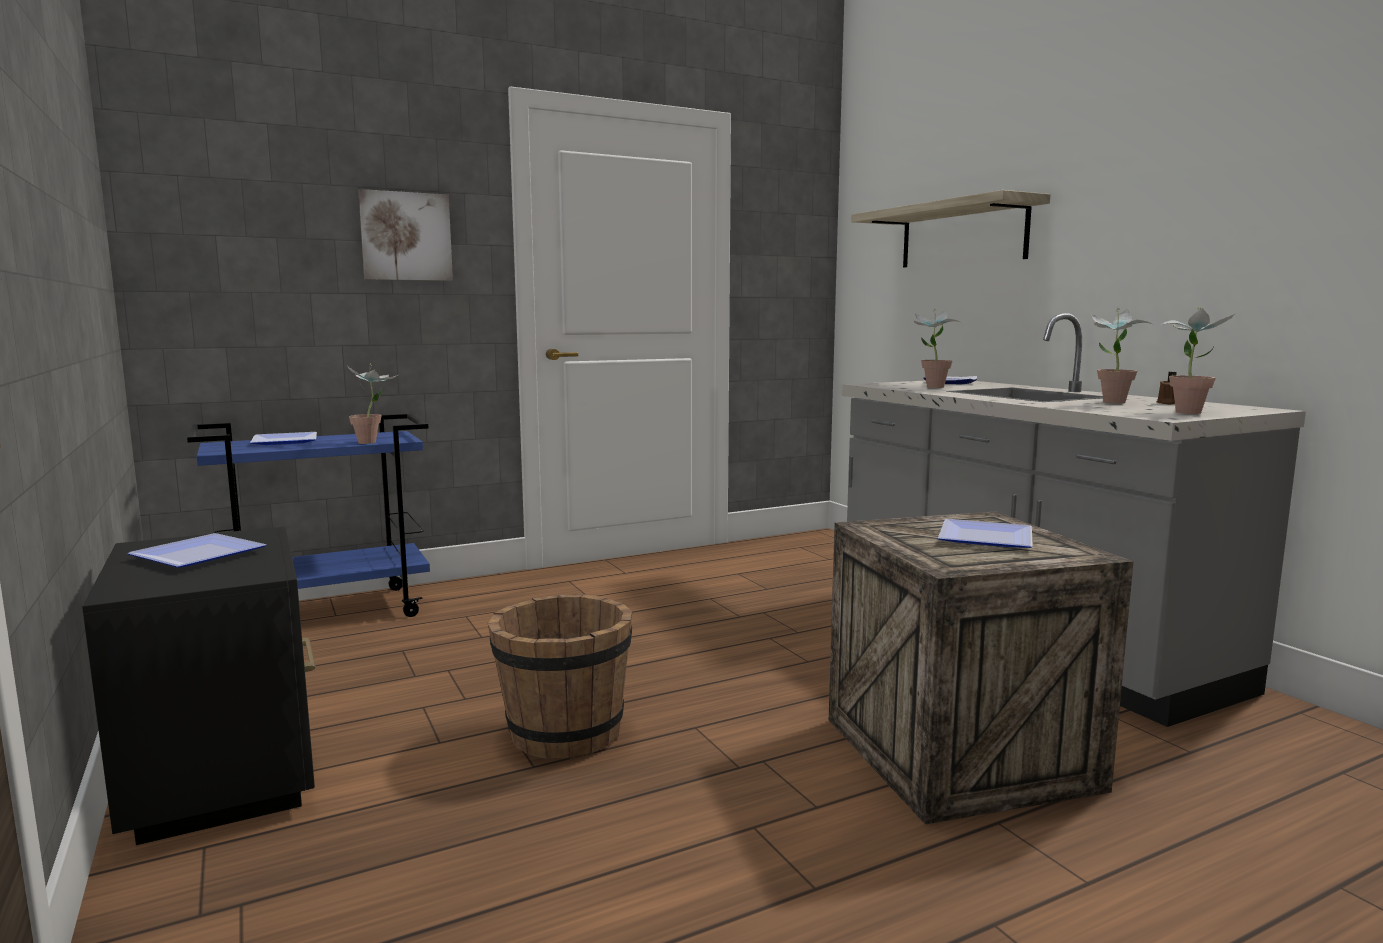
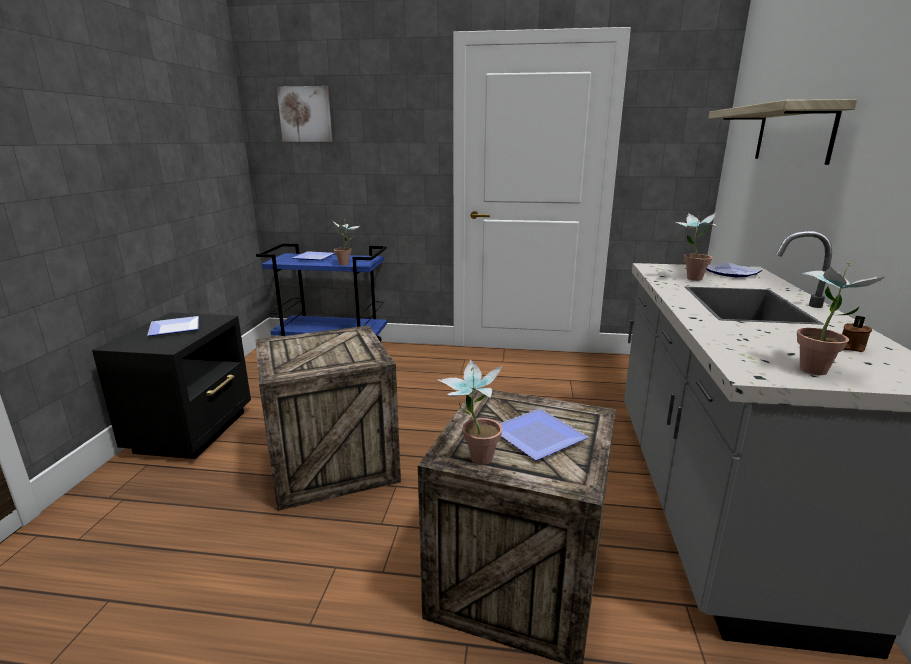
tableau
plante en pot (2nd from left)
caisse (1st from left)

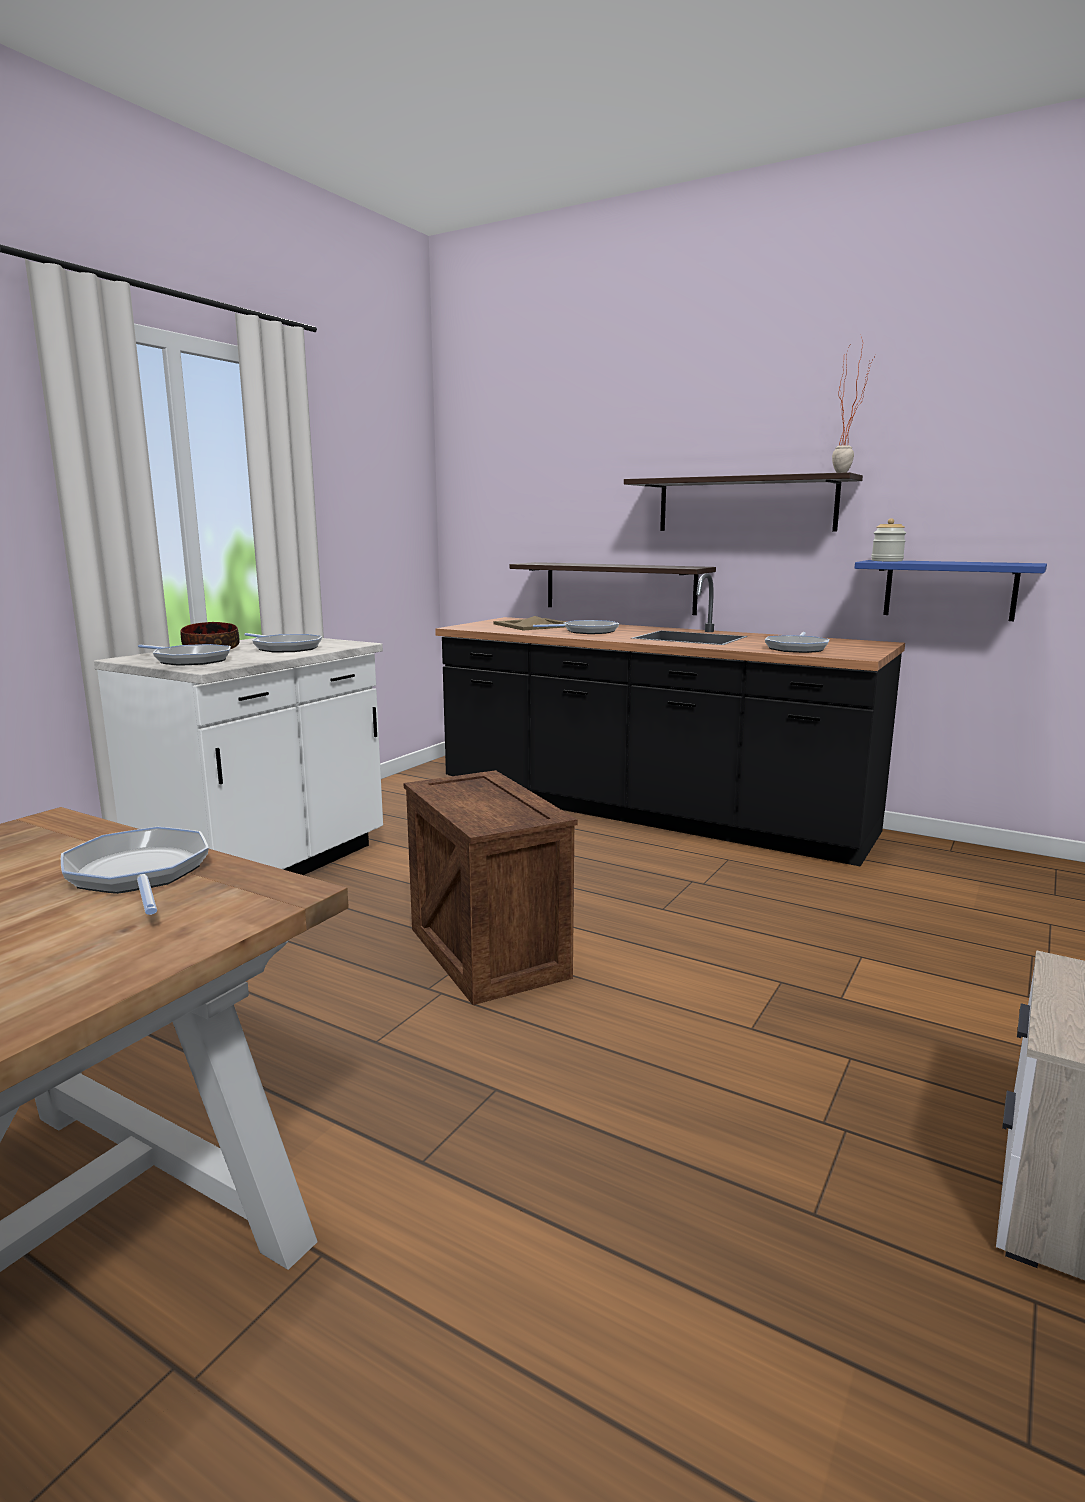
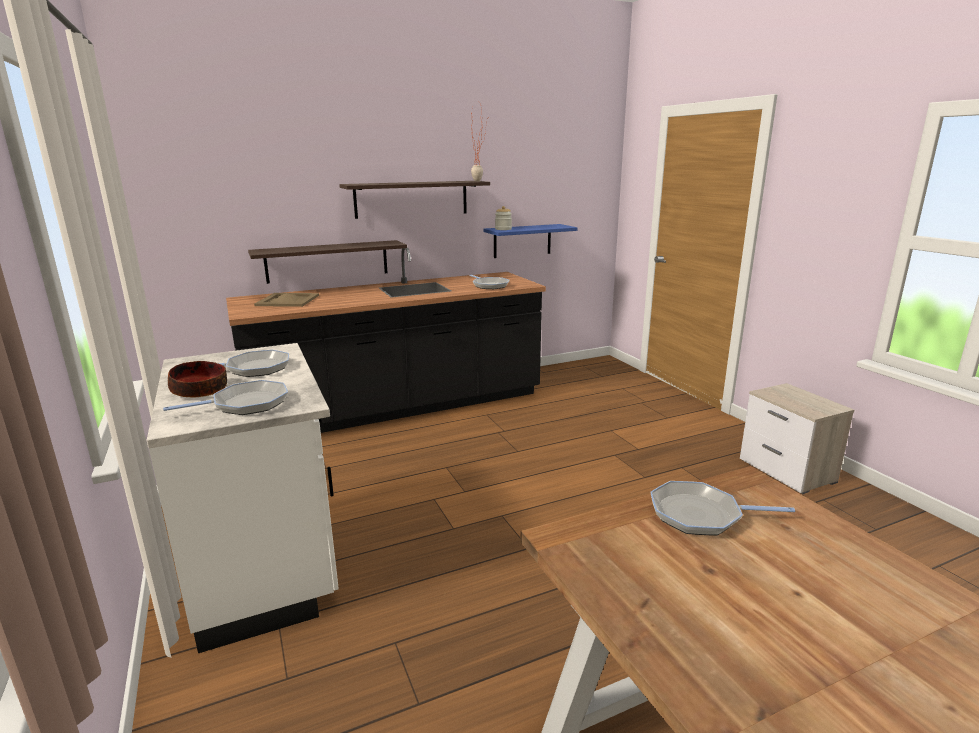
poêle (4th from left in the first image)
caisse

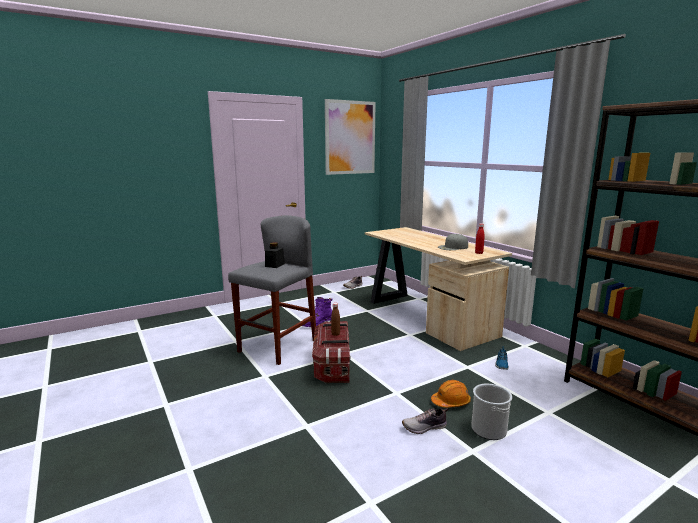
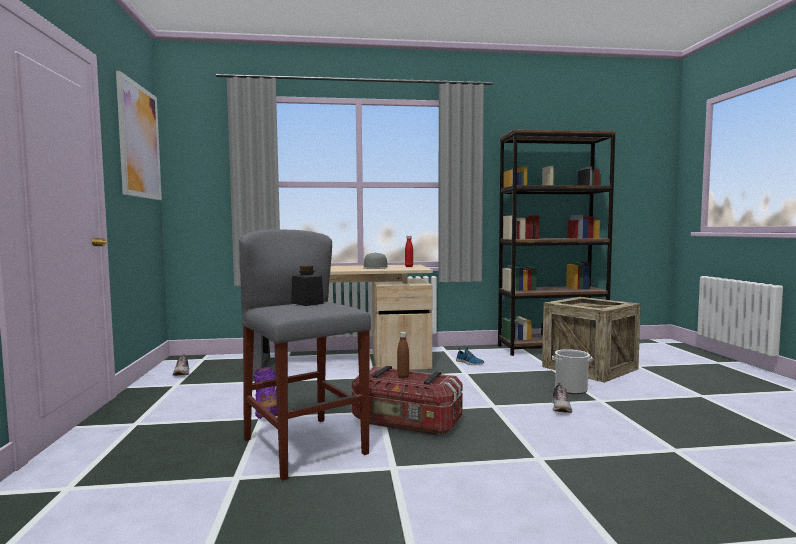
casque de chantier [orange]
caisse

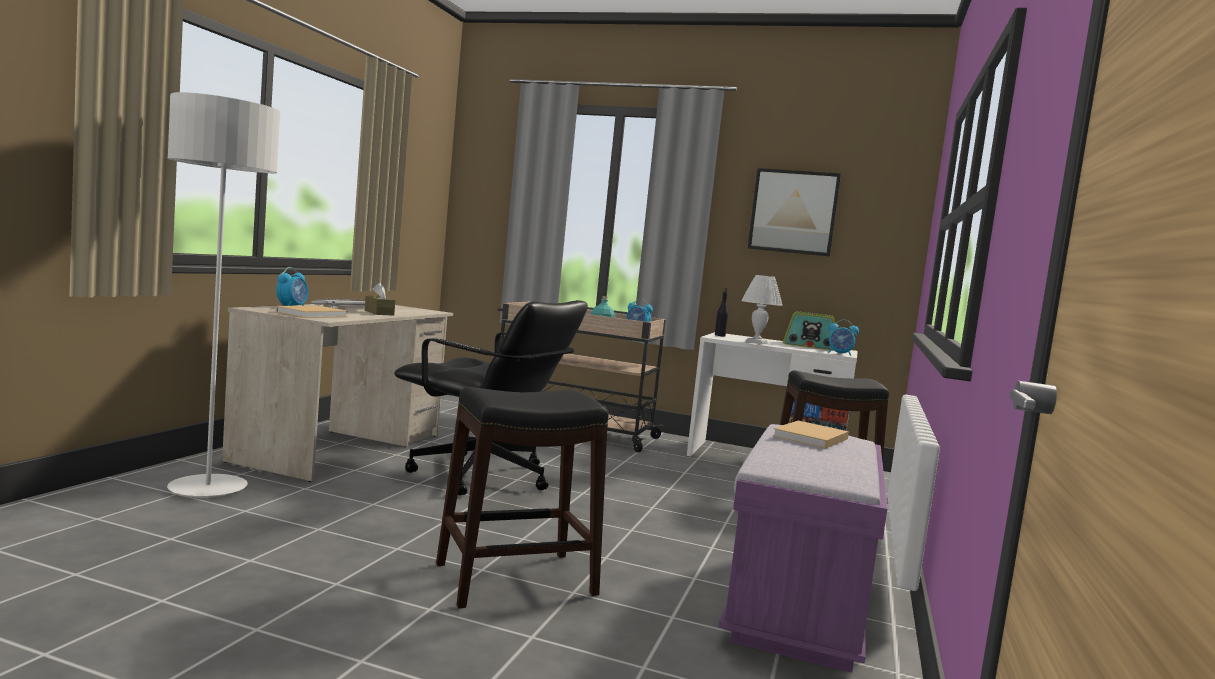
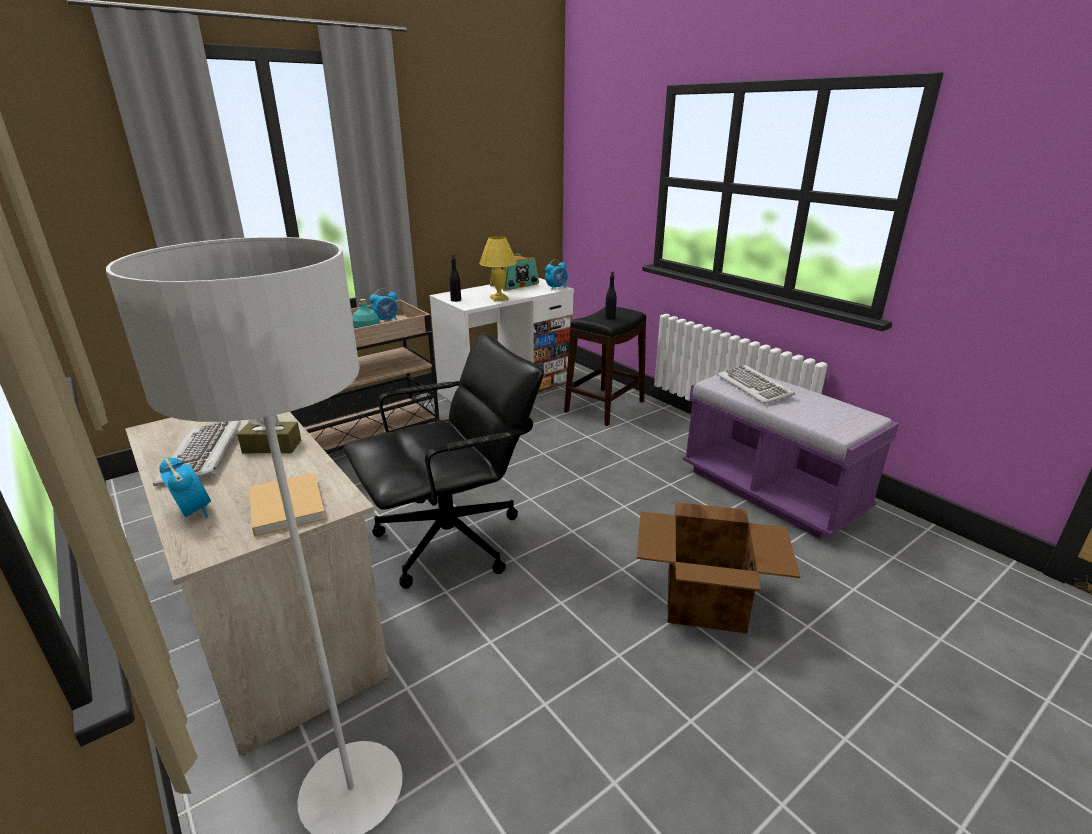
tableau
lampe de table [jaune]
carton
clavier (2nd from left)
bouteille [noir] (2nd from left)

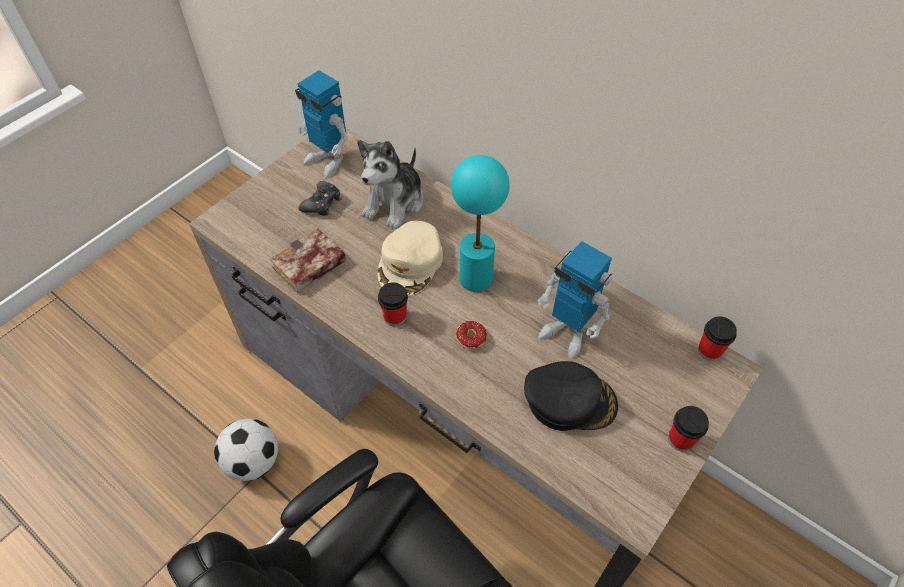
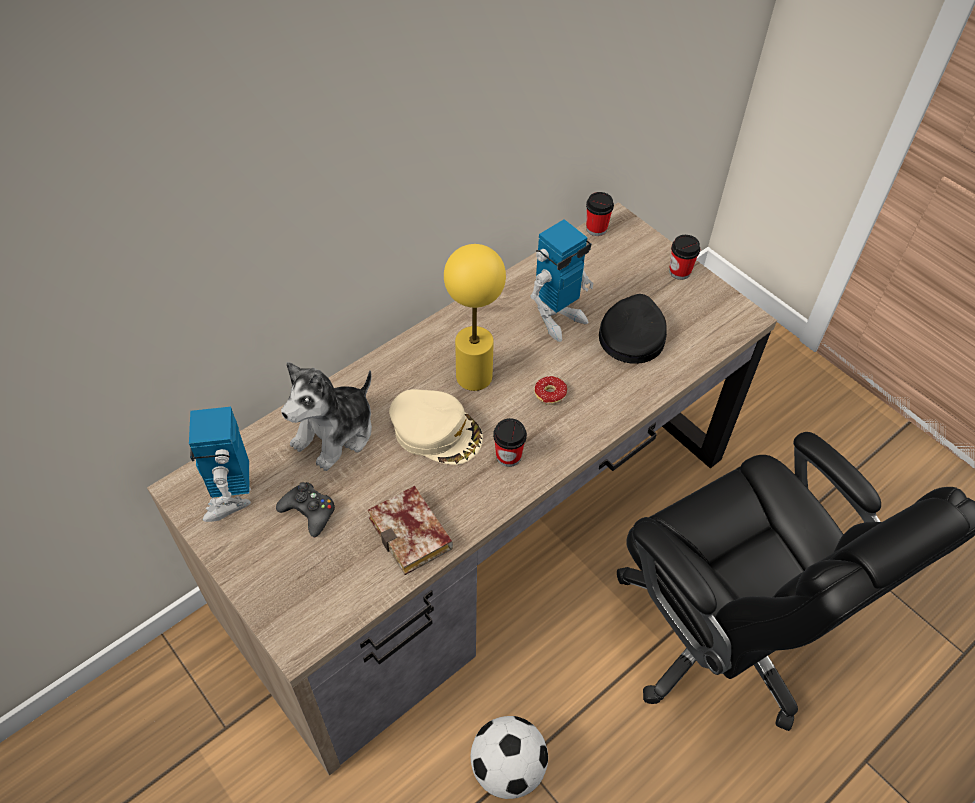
robot jouet (1st from left)
peluche
lampe de table [jaune]

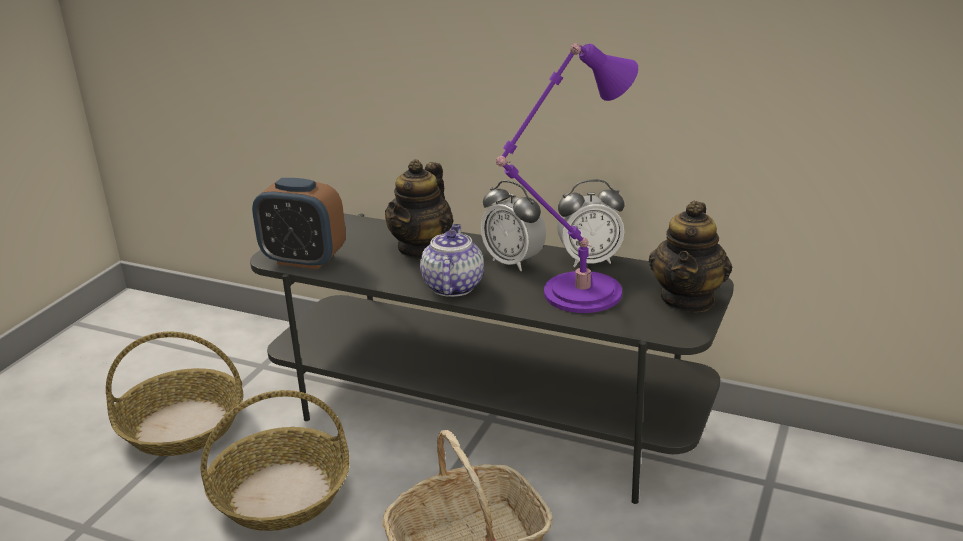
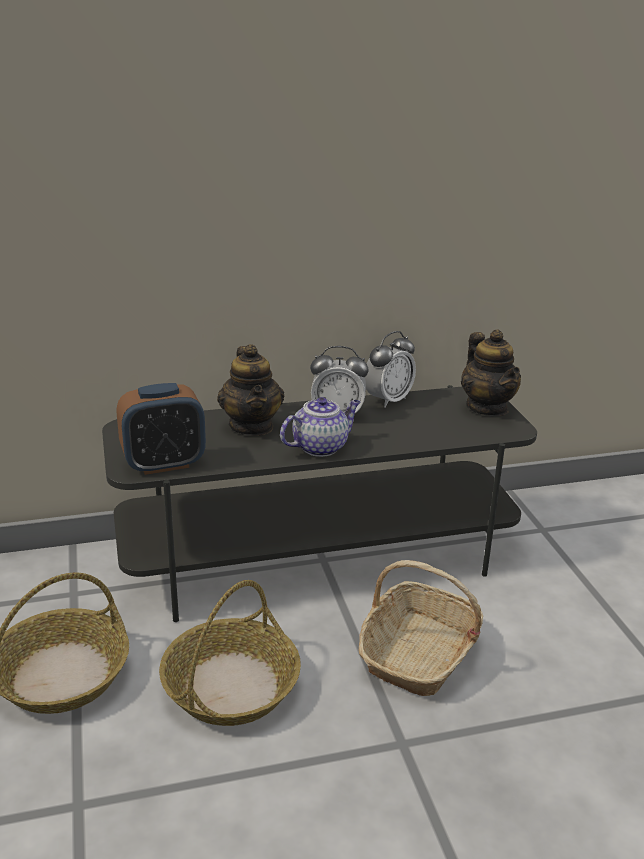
lampe de table [violet]
théière (2nd from left)

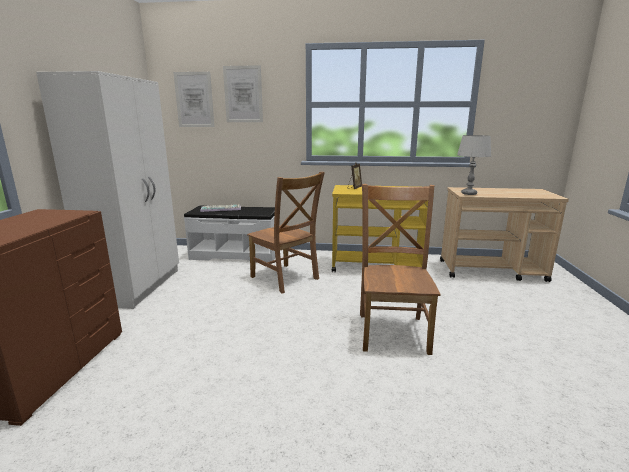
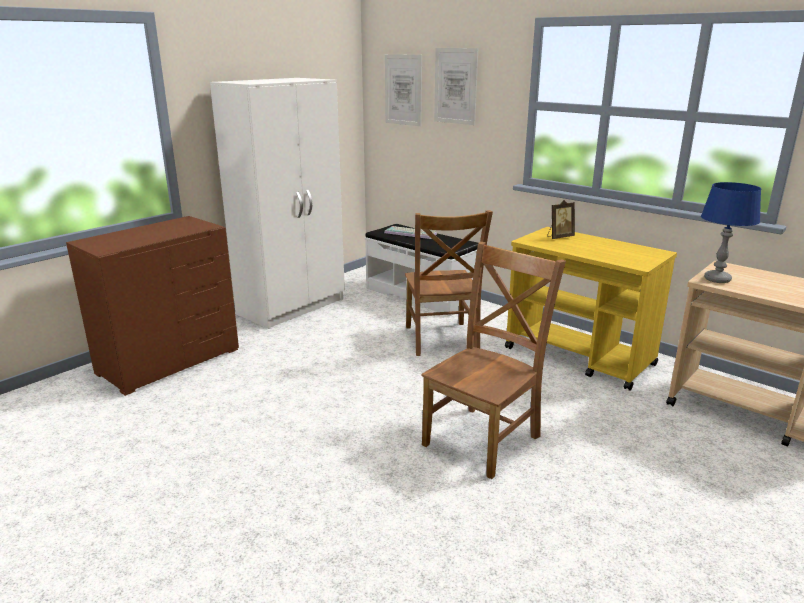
lampe de table [bleu]

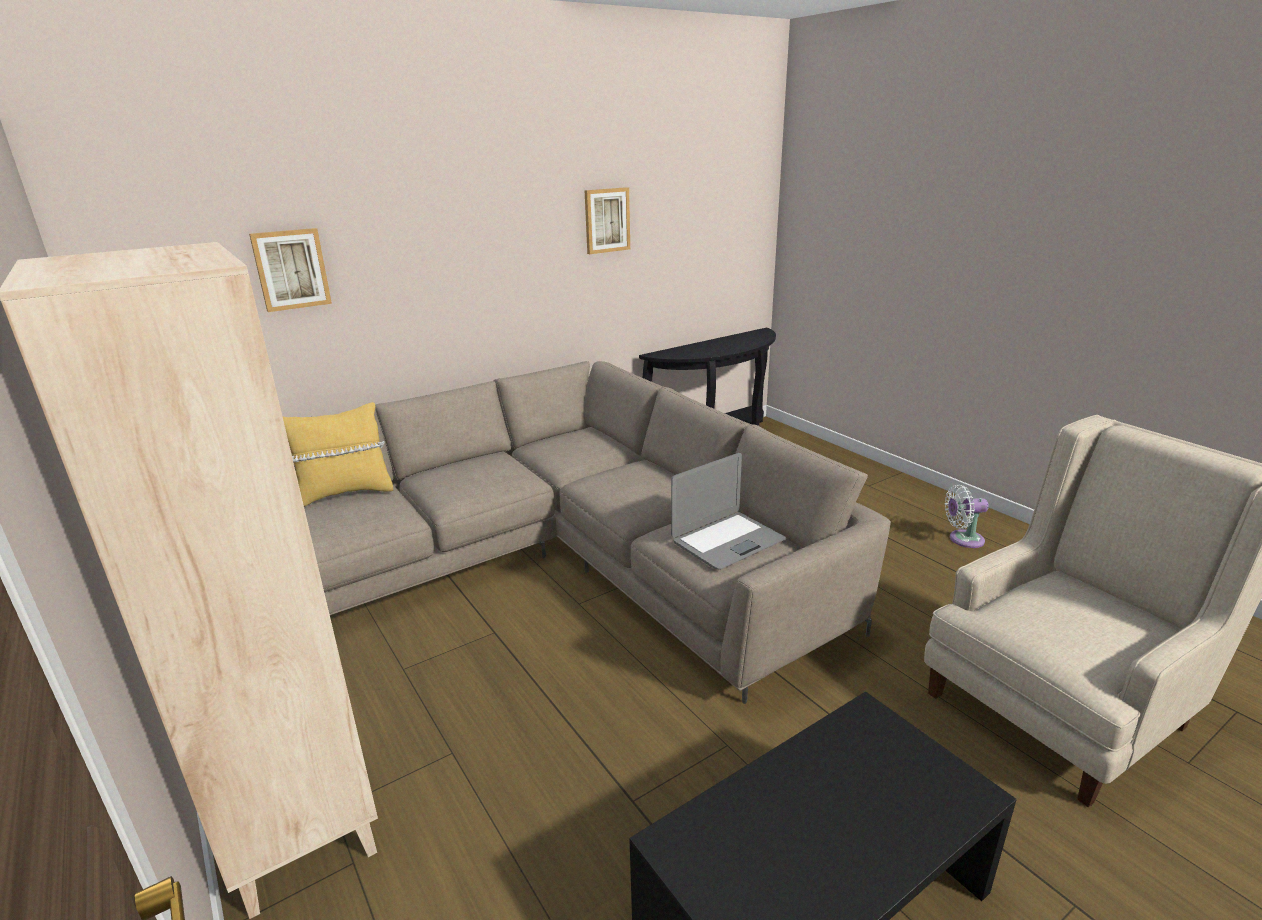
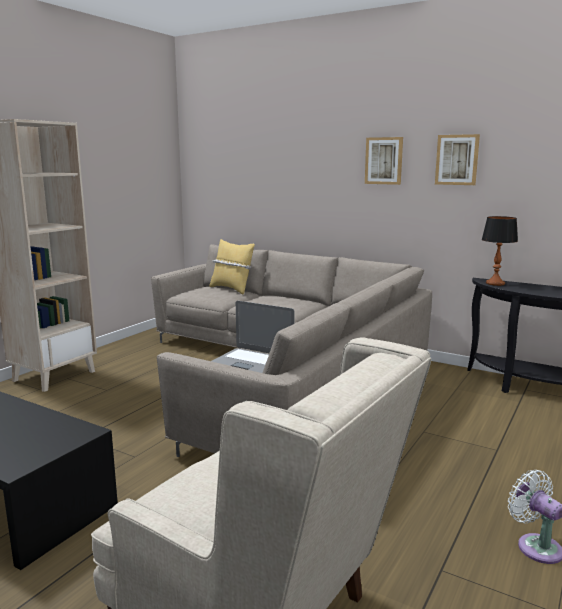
tableau (1st from left)
lampe de table

